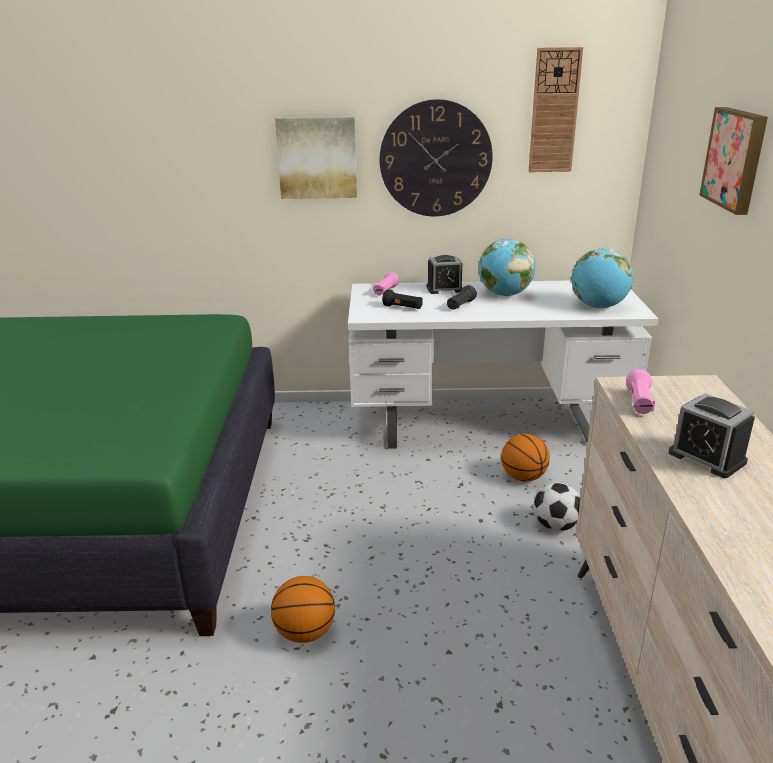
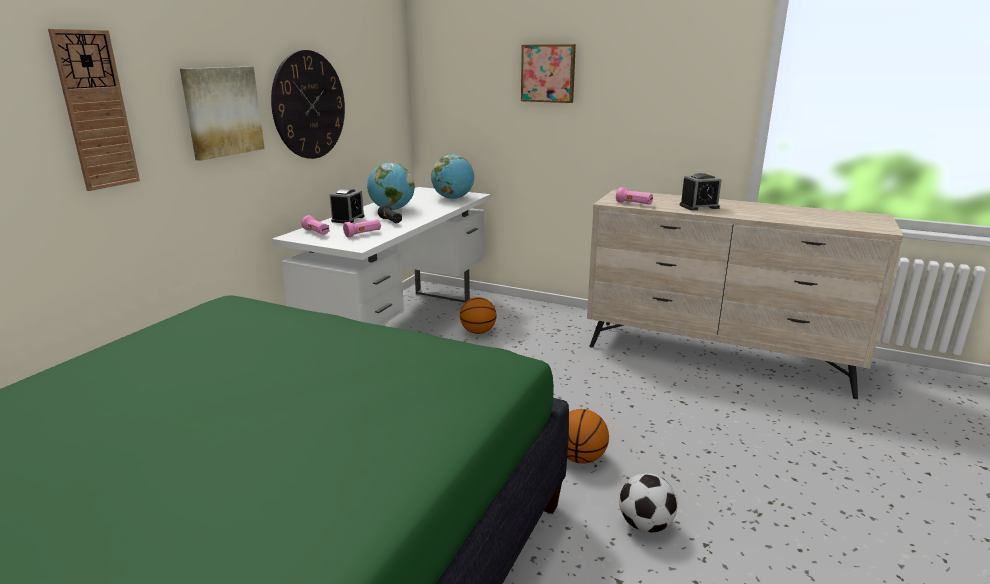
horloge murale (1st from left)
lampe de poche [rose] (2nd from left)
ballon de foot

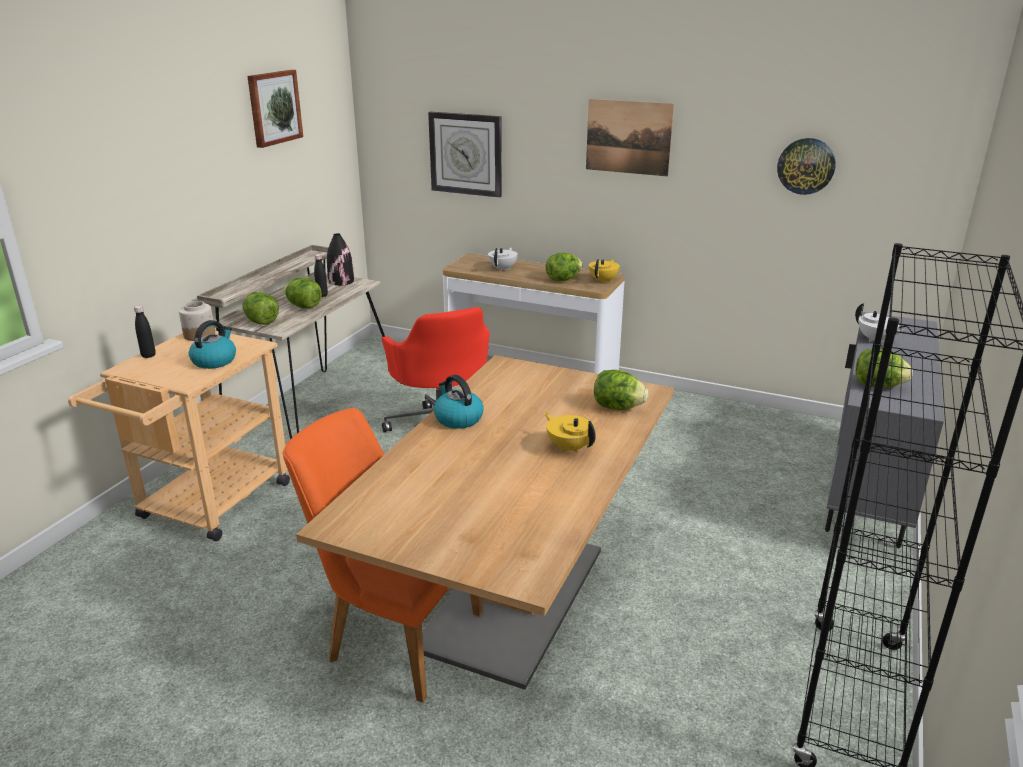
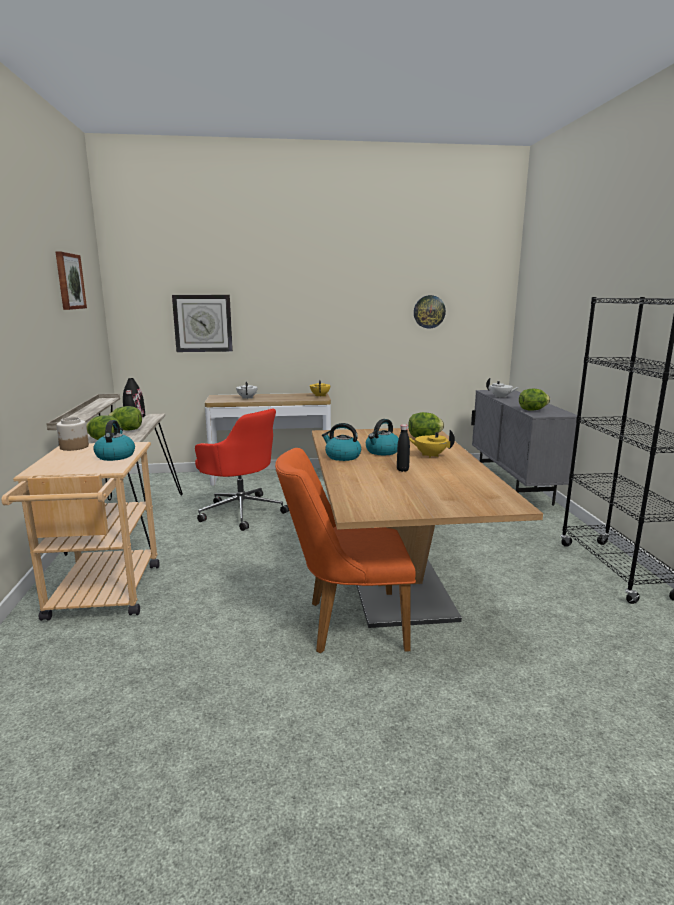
tableau (2nd from left in the first image)
laitue (3rd from left in the first image)
bouteille [noir] (2nd from left)
bouilloire (3rd from left)

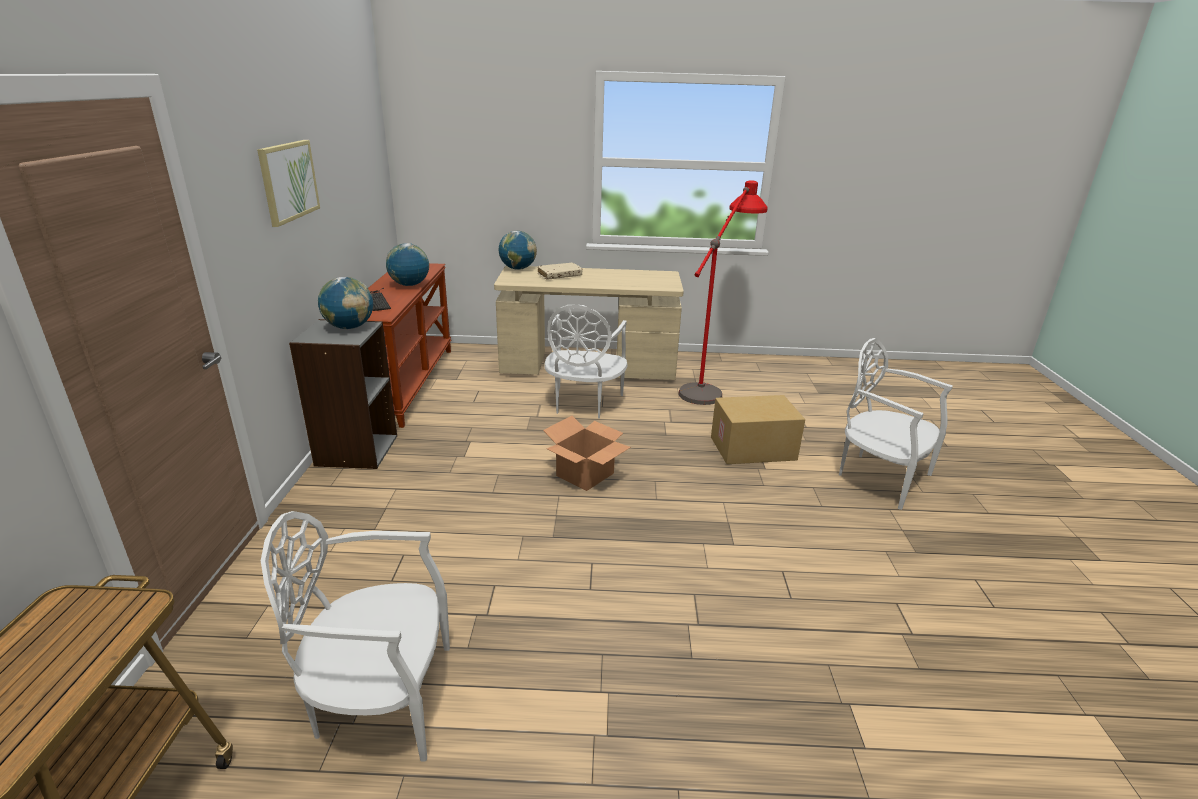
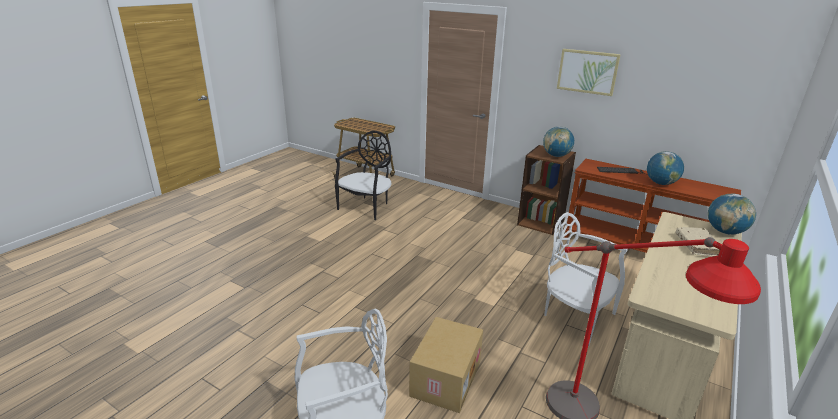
bibliothèque [marron]
carton (1st from left in the first image)
chaise [noir]

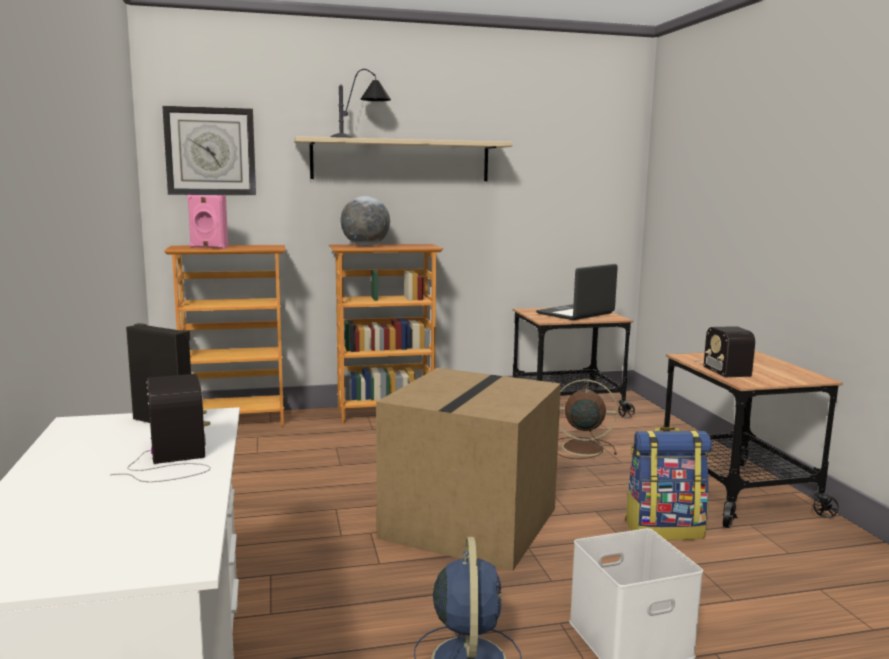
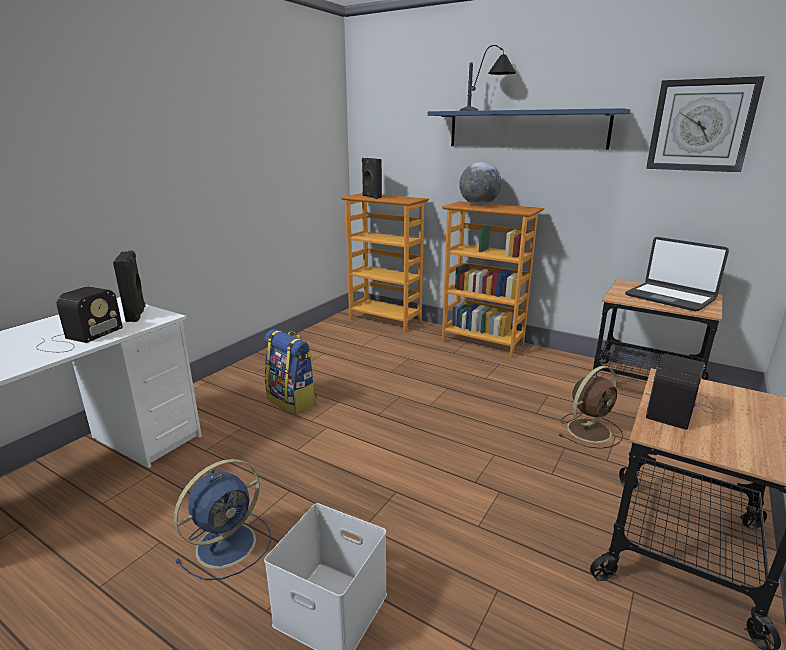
horloge murale
étagère [bleu]
enceinte [noir] (2nd from left)
ordinateur portable
carton
ventilateur [marron]
sac à dos

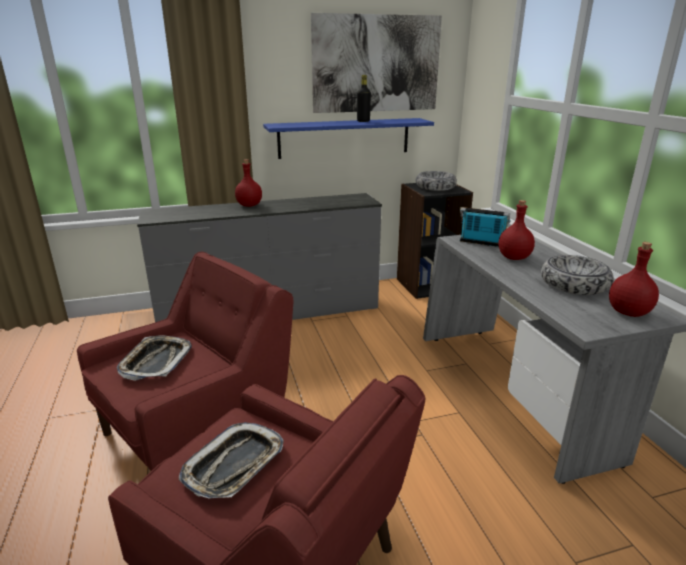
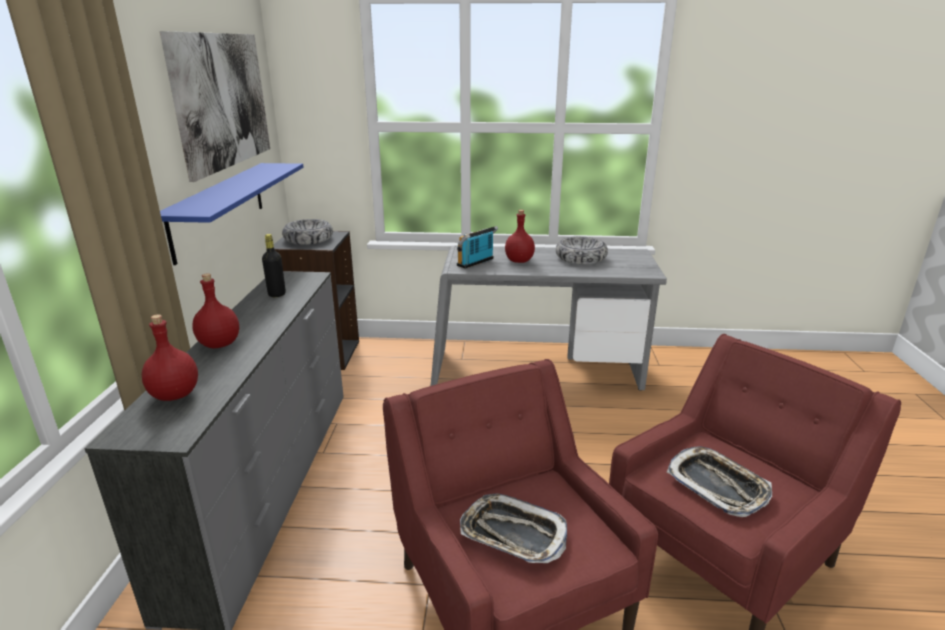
bouteille [noir]
bouteille [rouge] (1st from left)

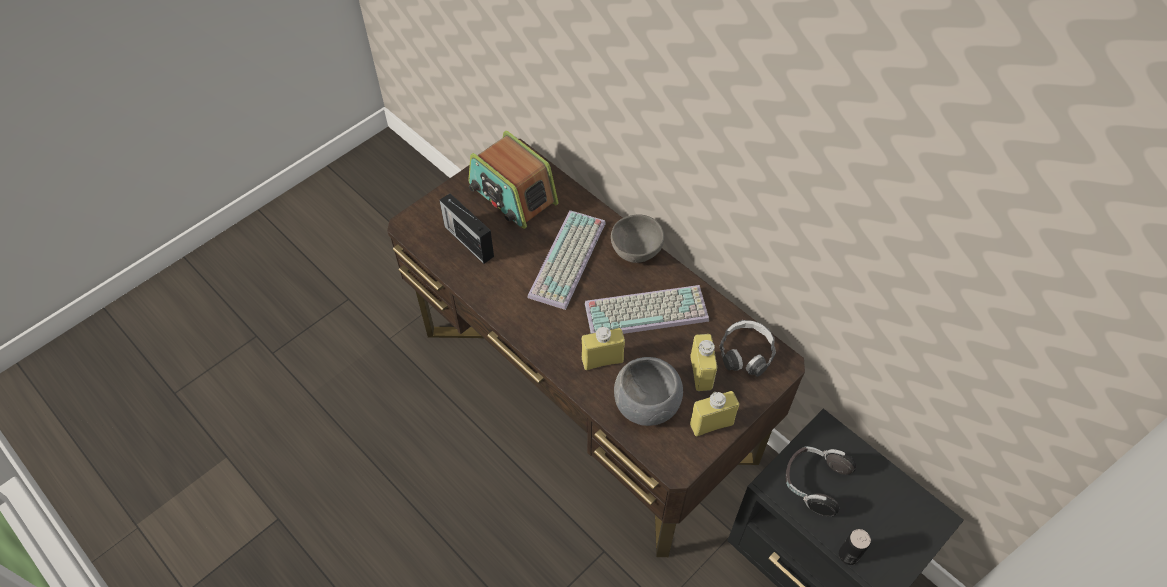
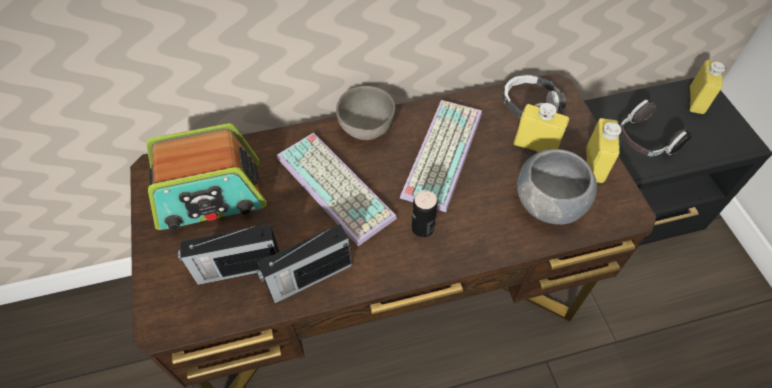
bouteille [jaune] (3rd from left)
boîte métallique
radio (3rd from left)

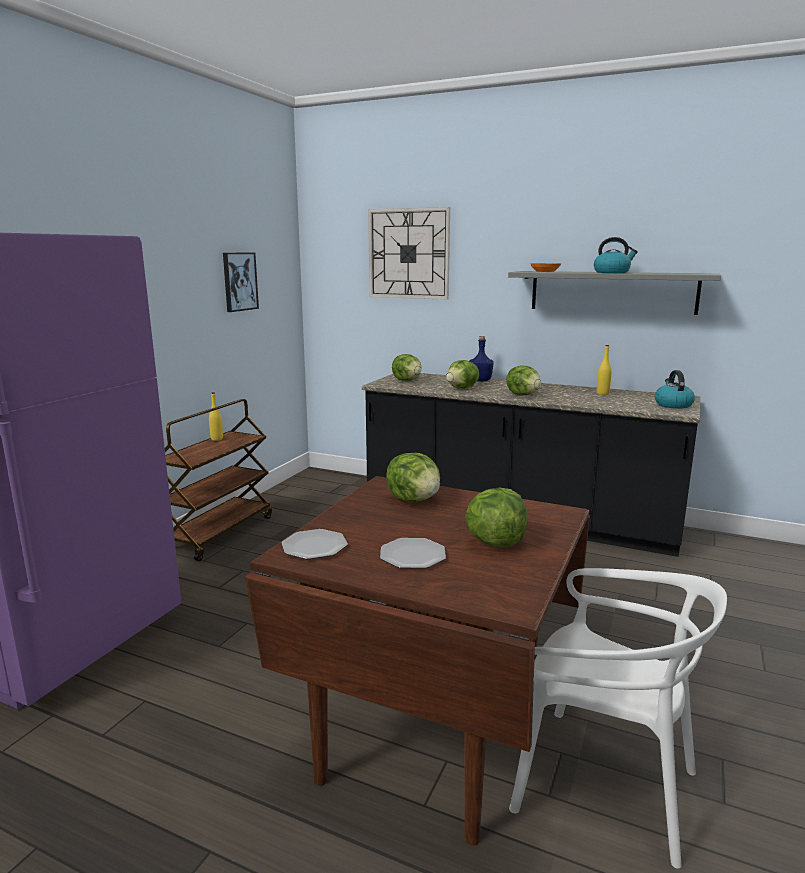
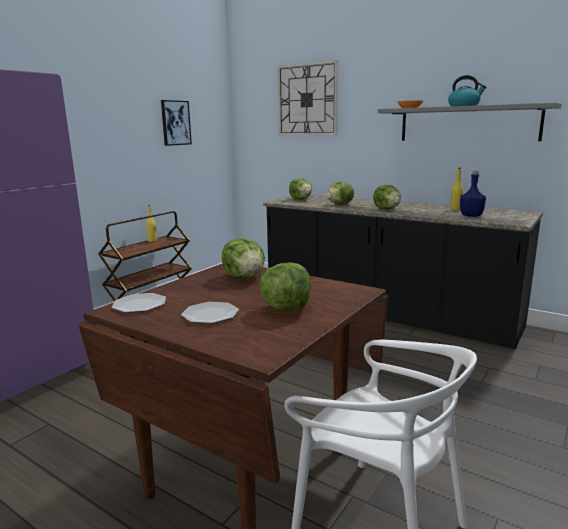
bouteille [bleu]
bouilloire (2nd from left in the first image)

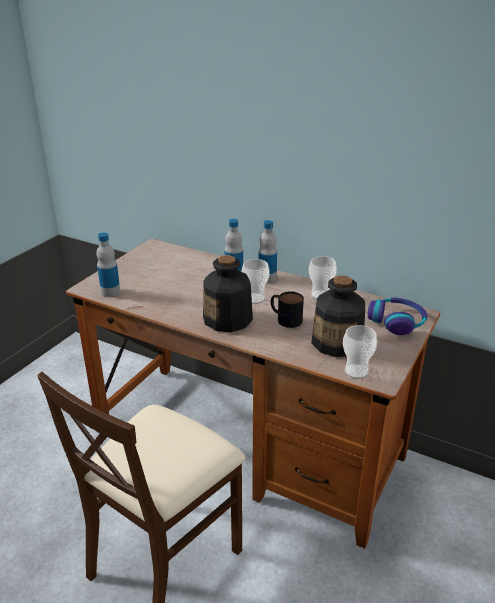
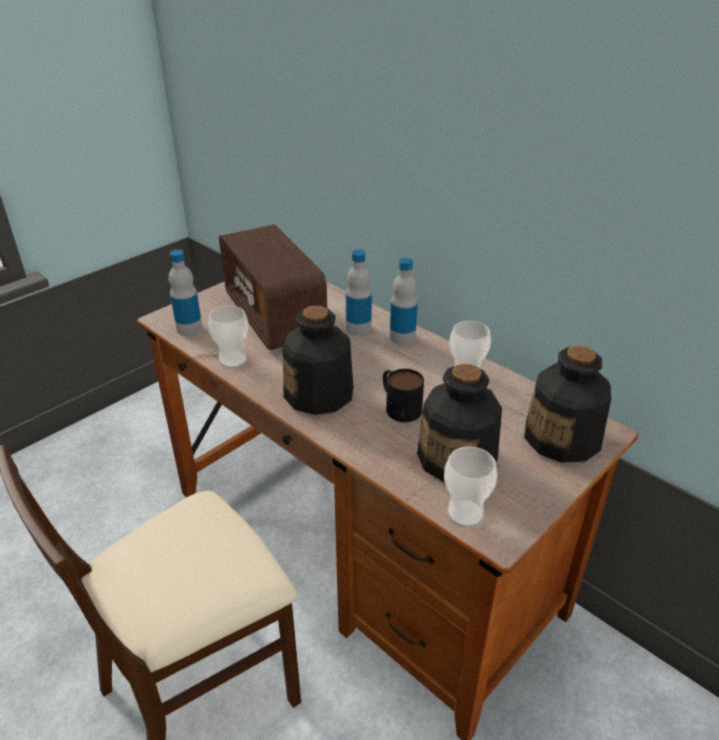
tasse (1st from left)
bouteille (6th from left)
radio

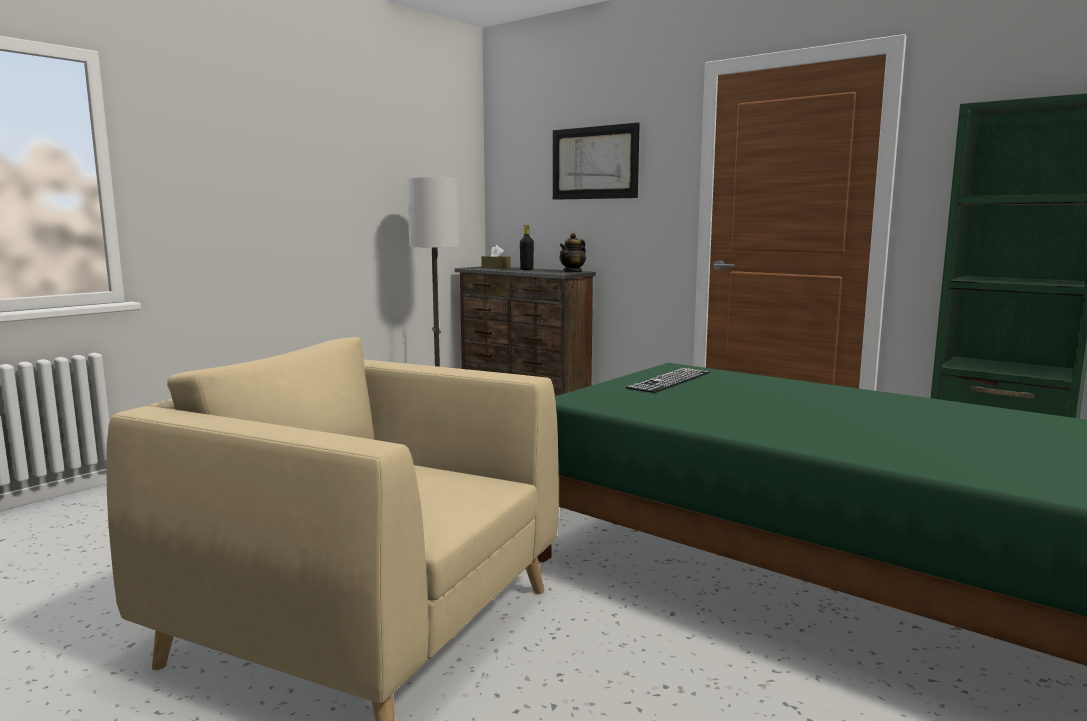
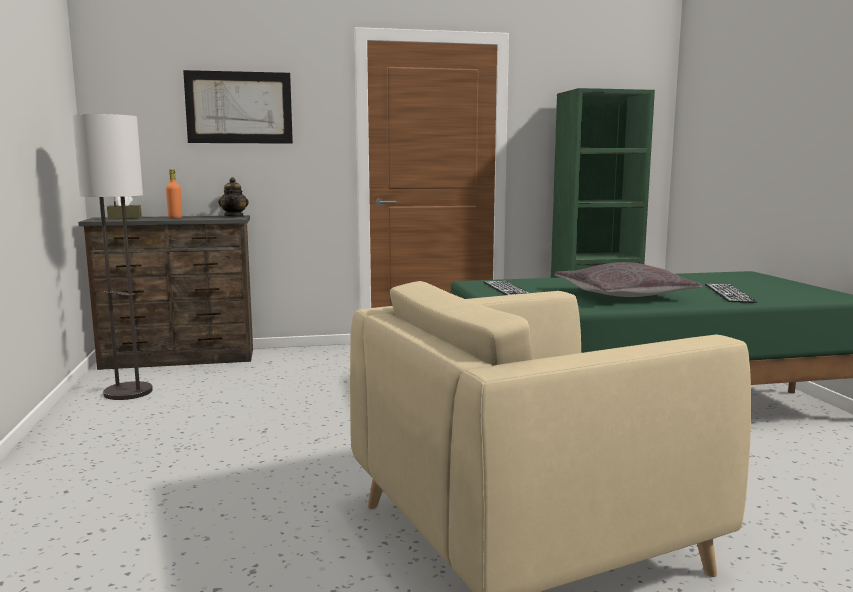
bouteille [orange]
coussin [gris]
clavier (2nd from left)

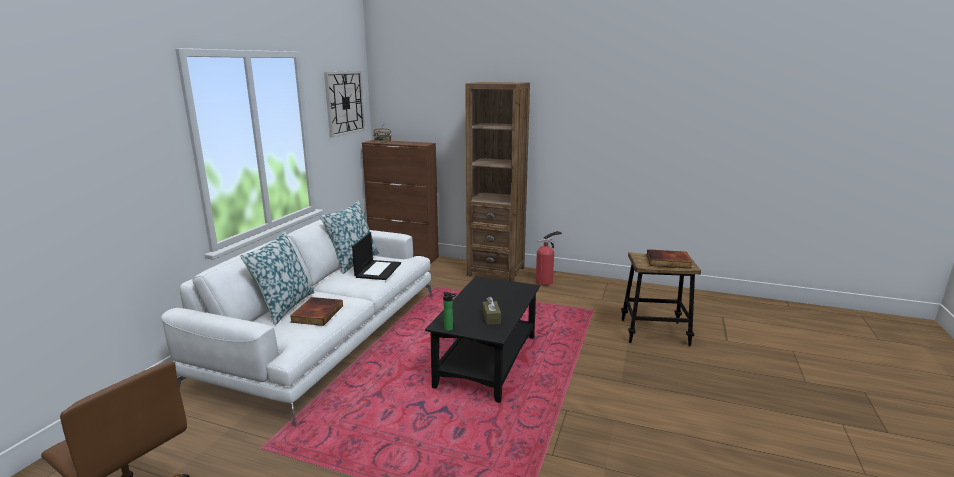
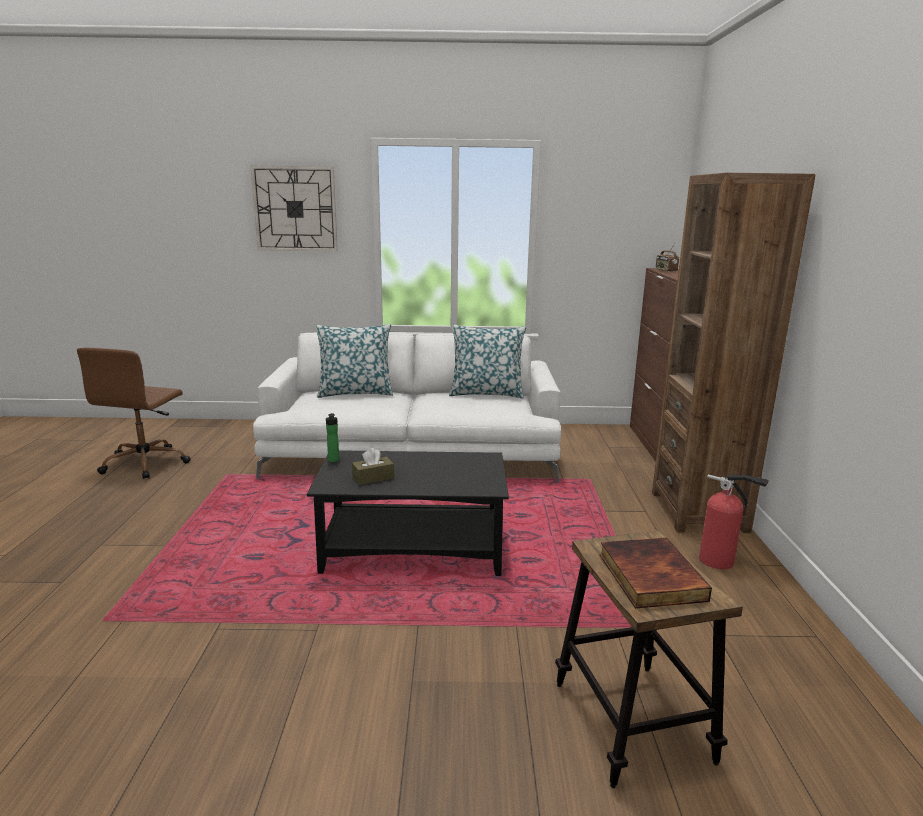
horloge murale
ordinateur portable
livre (1st from left in the first image)

